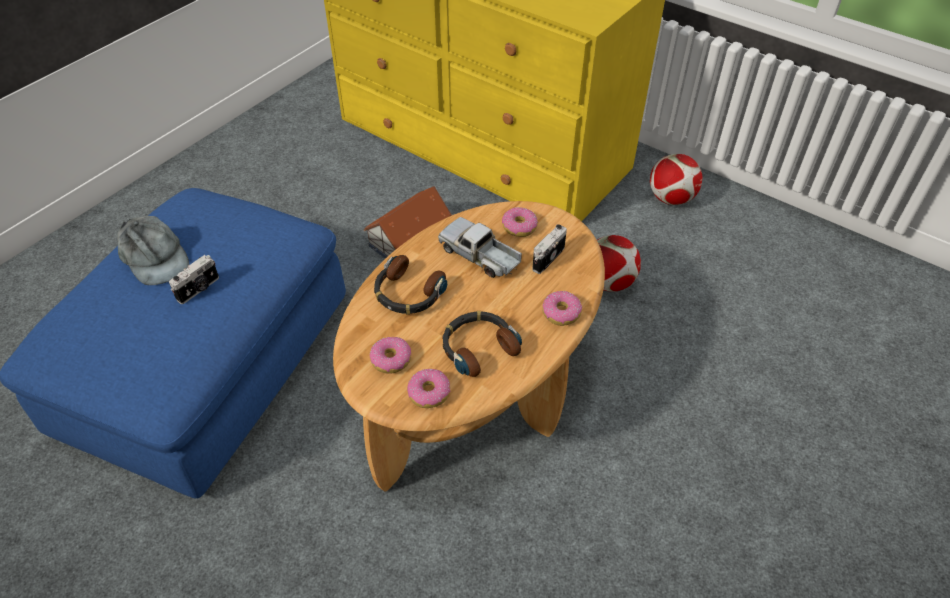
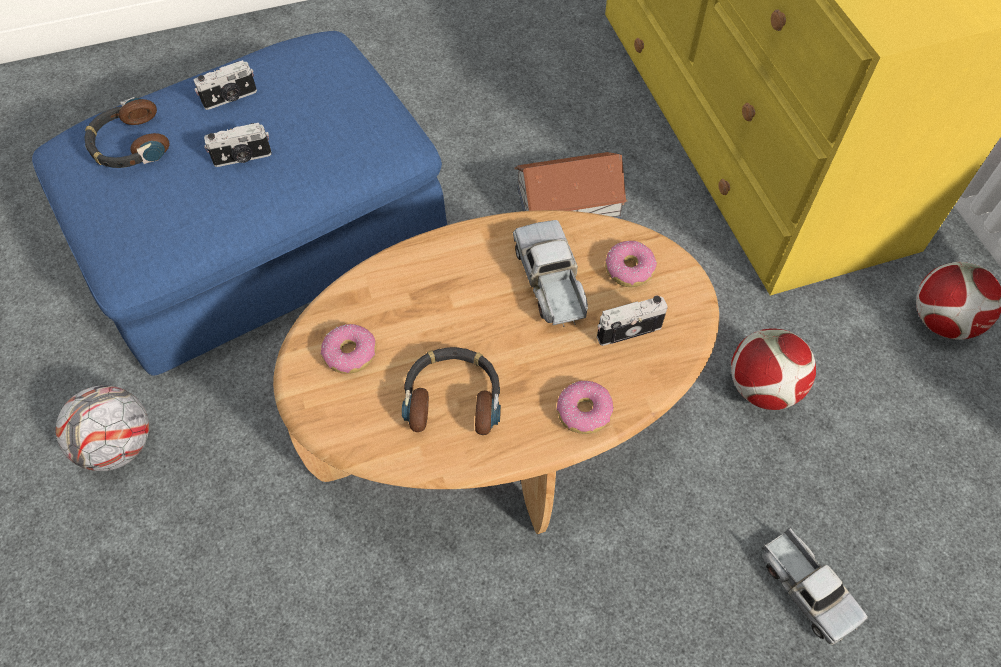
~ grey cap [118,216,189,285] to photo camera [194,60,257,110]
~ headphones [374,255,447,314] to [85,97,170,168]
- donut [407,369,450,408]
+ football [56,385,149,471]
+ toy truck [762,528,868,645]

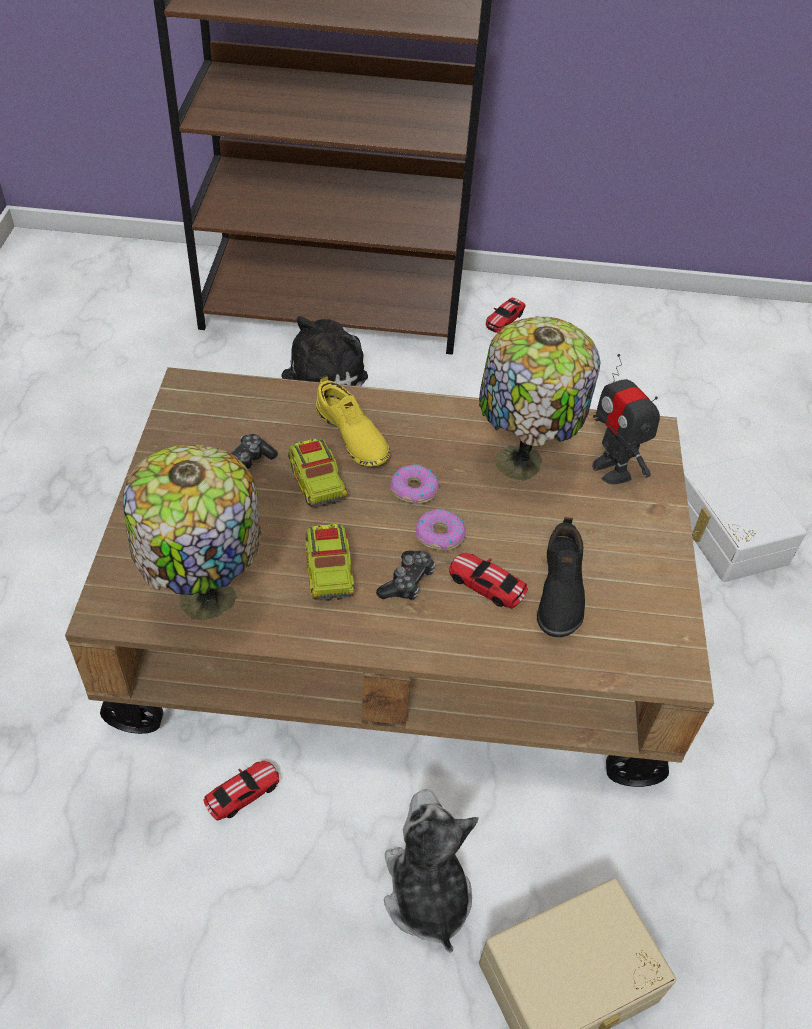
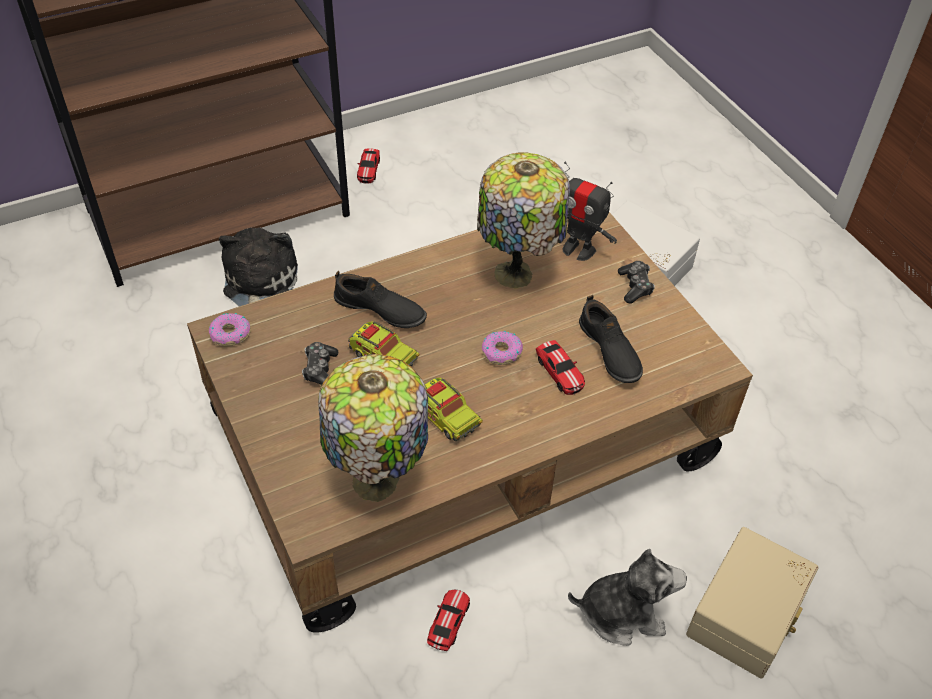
~ yellow shoe [316,375,390,467] to black shoe [334,271,427,328]
~ donut [390,464,439,504] to [209,313,251,346]
~ game controller [376,550,435,600] to [618,261,655,303]
~ toy car [449,553,528,609] = [536,340,585,395] 120 degrees counterclockwise
~ plush toy [384,789,479,953] = [568,549,687,646] 135 degrees clockwise

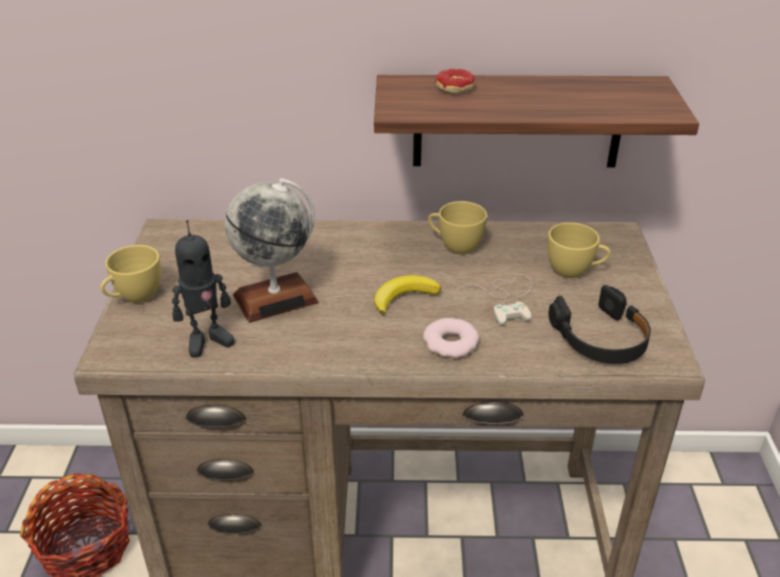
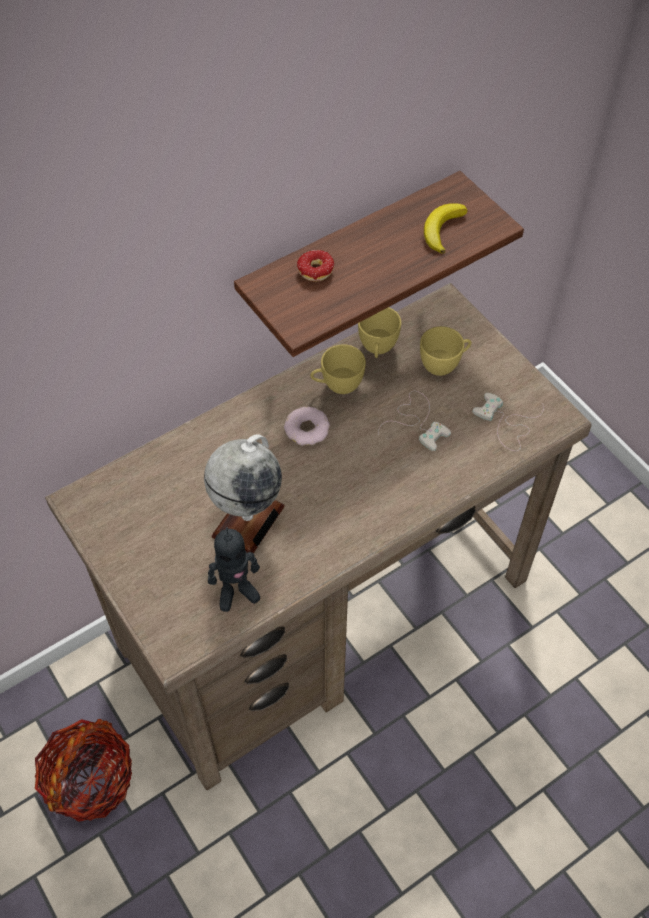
~ toy robot [172,220,235,357] = [208,527,260,612] 45 degrees clockwise
~ yellow cup [100,245,161,303] to [358,307,401,358]
~ banana [374,275,441,315] to [424,203,468,254]
~ black headphones [549,285,651,364] to white game controller [473,393,544,451]
~ donut [423,318,479,358] to [284,407,330,445]

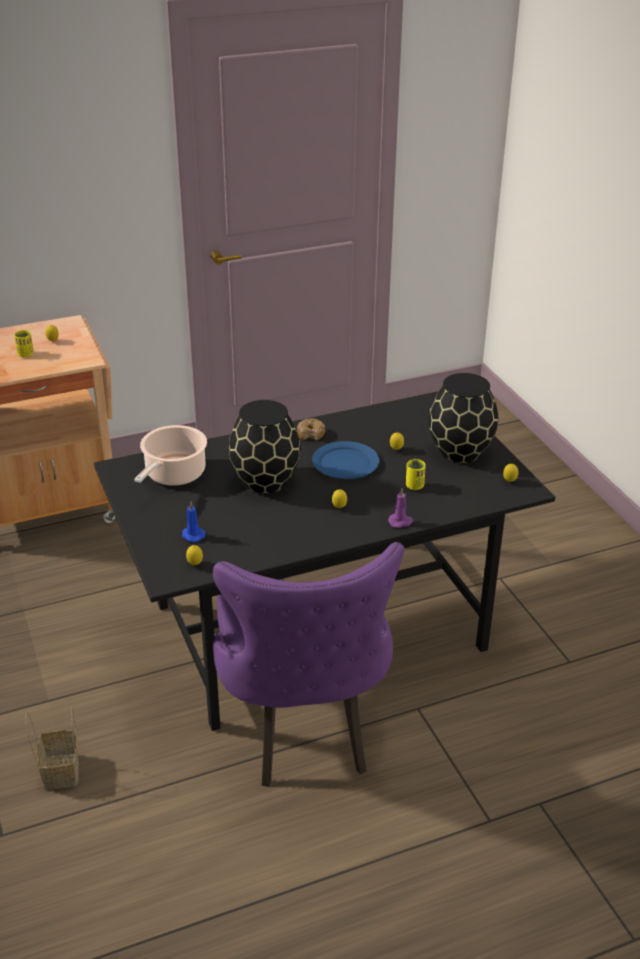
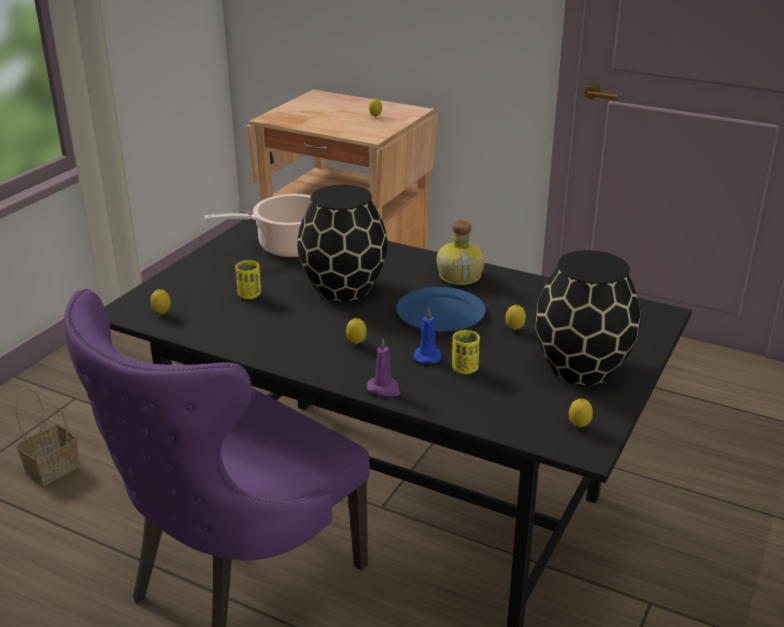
~ yellow cup [14,330,33,357] to [235,260,261,299]
~ donut [297,418,326,440] to bottle [436,220,485,285]
~ blue candle [182,502,206,542] to [413,308,442,363]

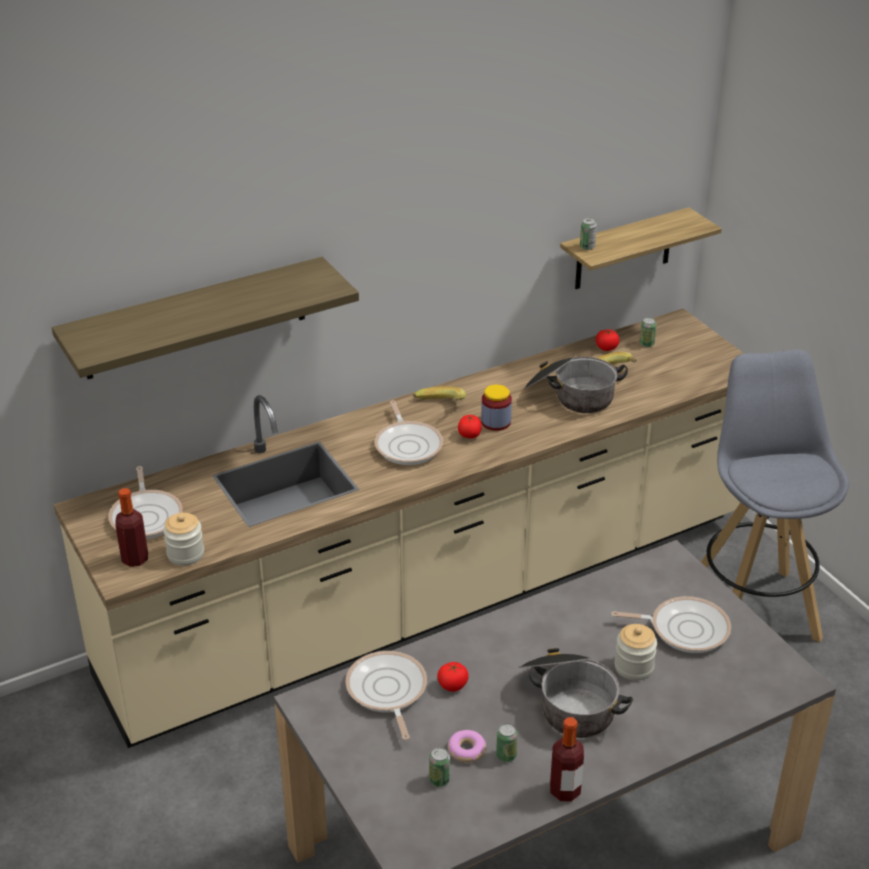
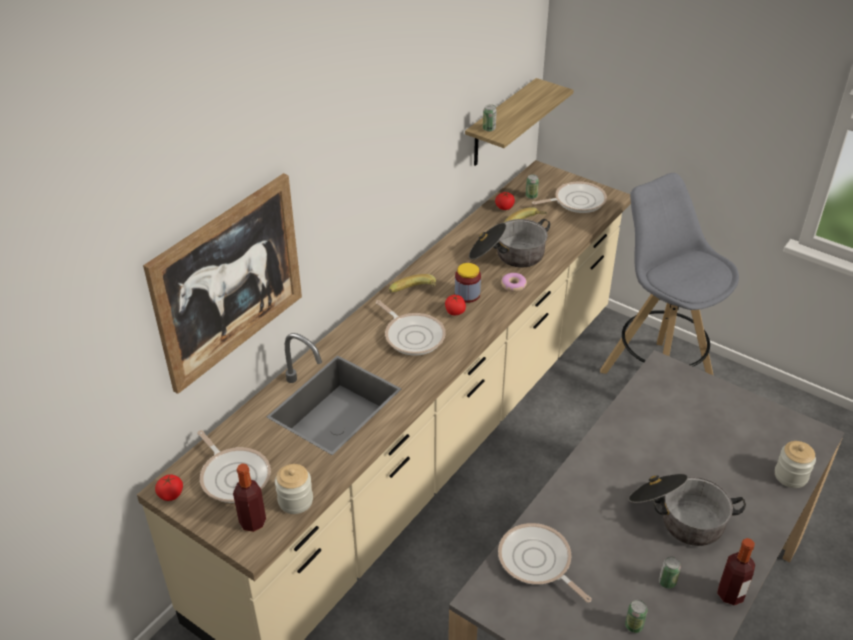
~ shelf [52,257,359,379] to picture [143,173,302,394]
~ frying pan [611,596,731,653] to [532,182,607,213]
~ jar [615,624,657,681] to [775,441,816,488]
~ tomato [437,662,469,692] to [155,474,183,501]
~ donut [448,730,486,763] to [501,273,527,292]

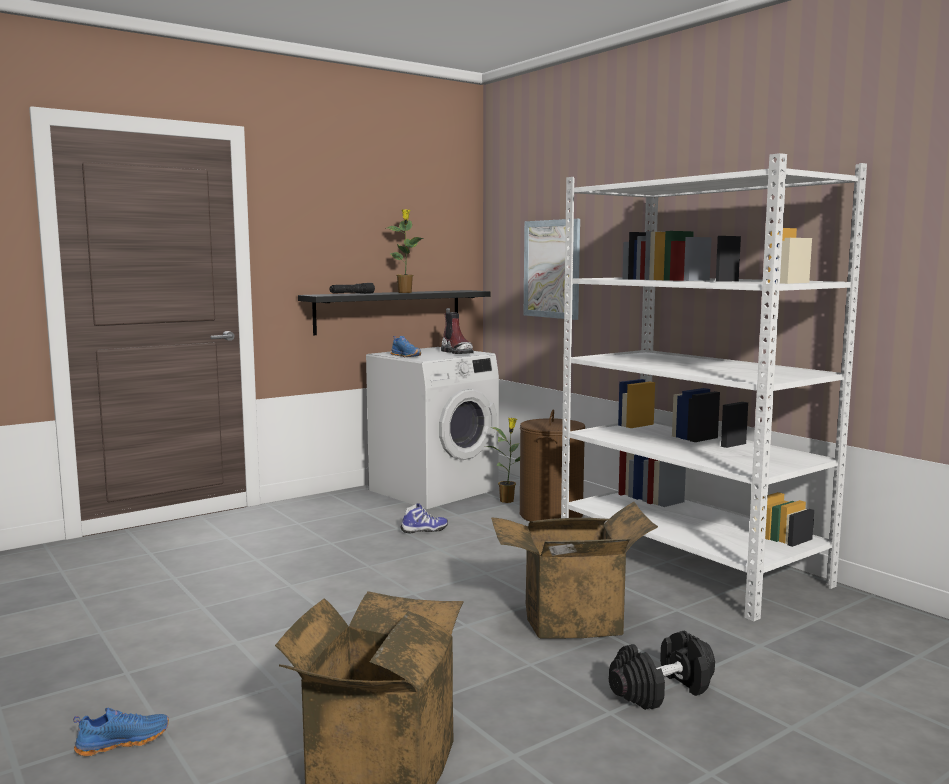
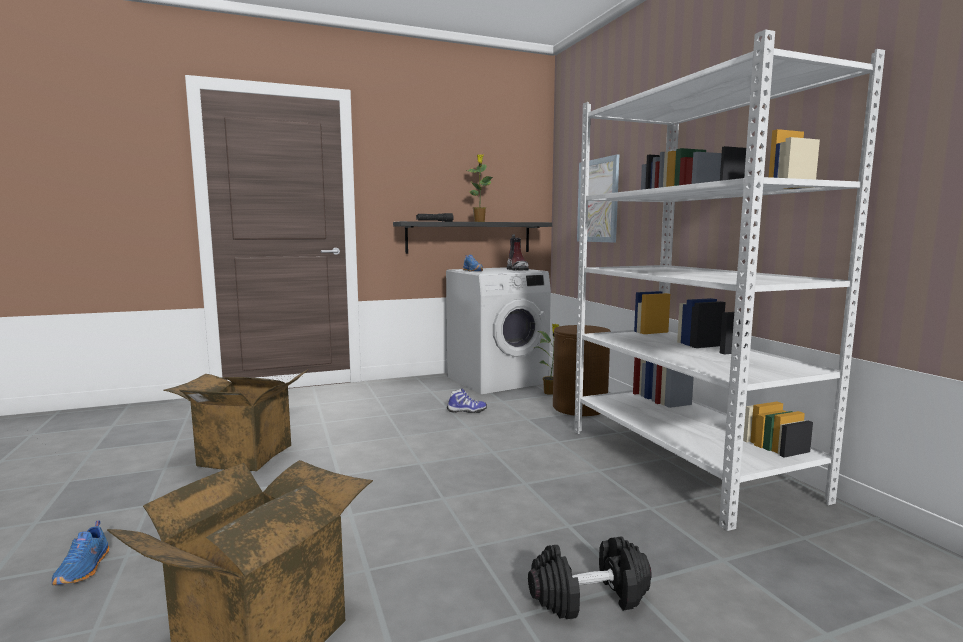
~ cardboard box [491,502,658,639] to [163,369,308,471]
~ blue shoe [73,707,169,756] = [52,520,109,585] 90 degrees clockwise

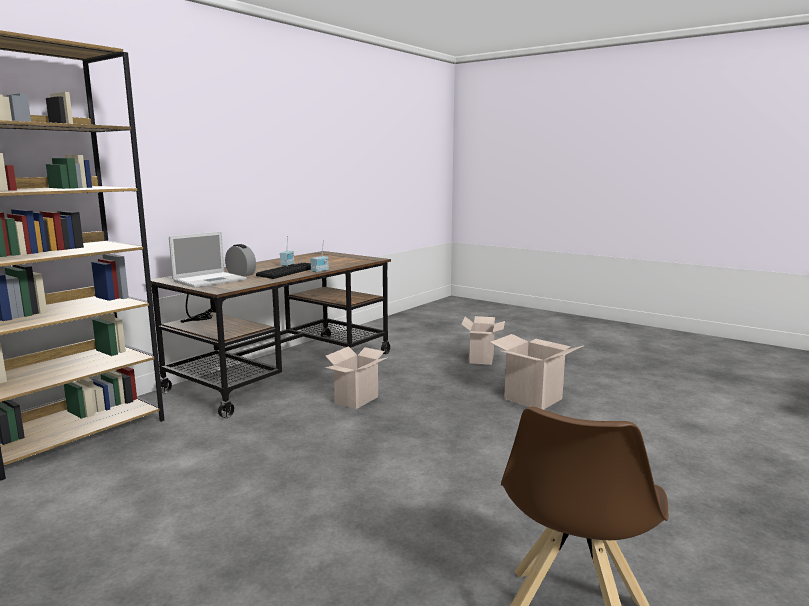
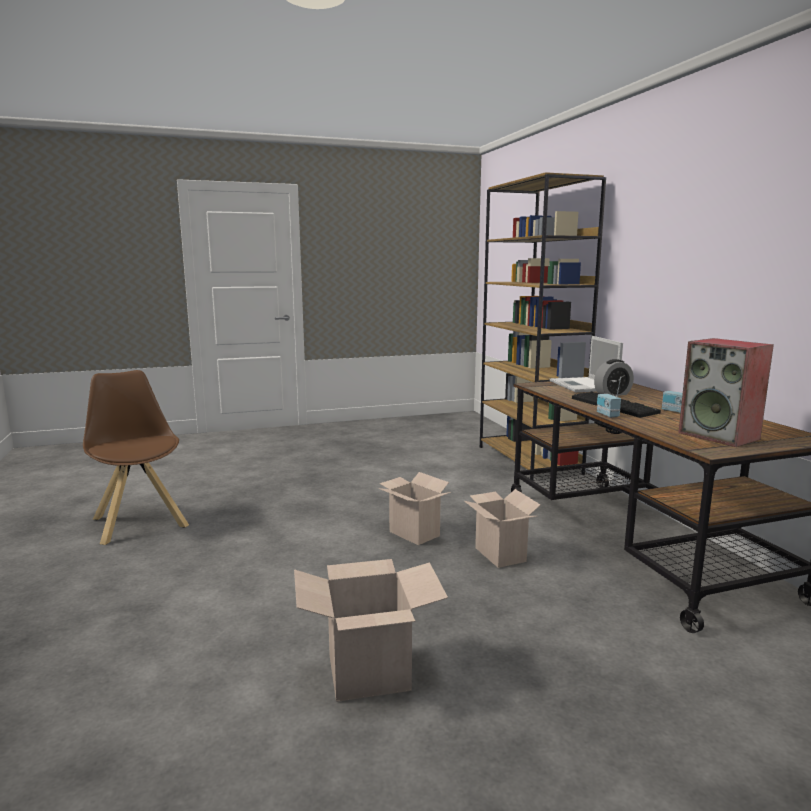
~ cardboard box [461,316,505,365] to [379,472,451,545]
+ speaker [678,338,774,447]

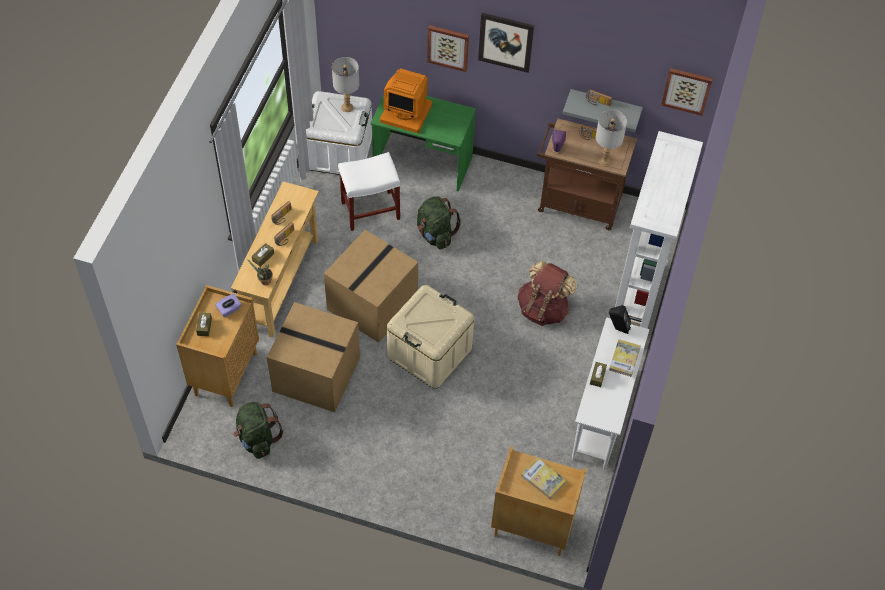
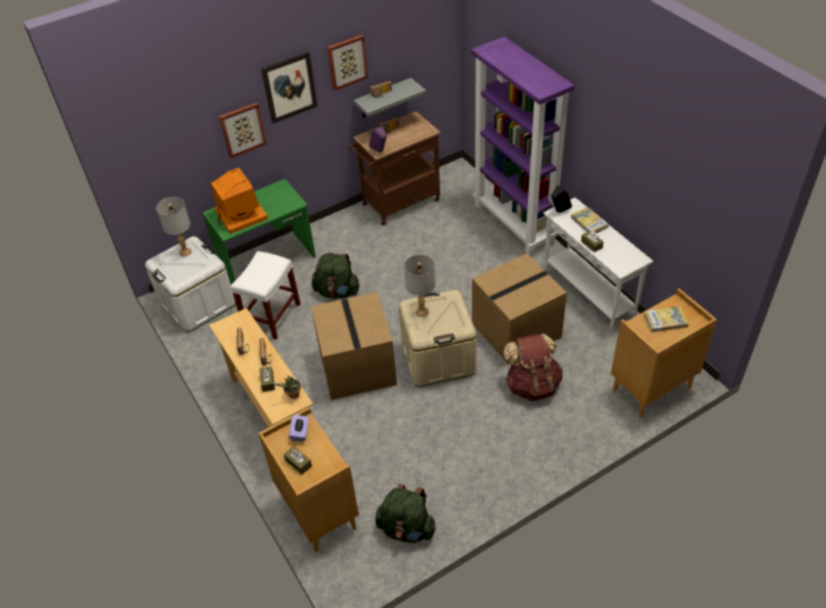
~ monitor [380,68,432,133] = [210,168,268,234] 90 degrees counterclockwise
~ picture [661,68,713,116] to [327,35,368,91]
~ grey table lamp [596,110,627,167] to [404,254,435,317]
~ white bookcase [615,131,703,329] to purple bookcase [471,36,574,255]
~ brown backpack [517,261,577,326] to [504,334,563,401]
~ cardboard box [267,302,360,412] to [472,253,567,364]

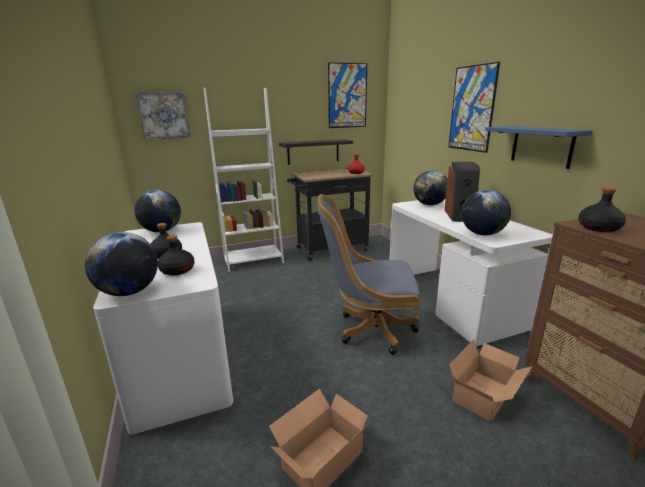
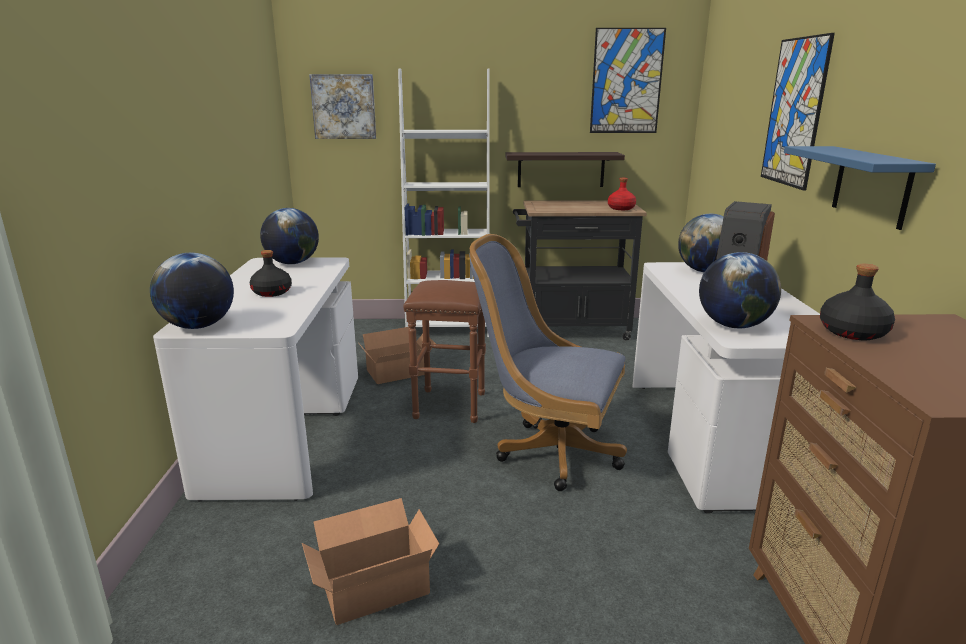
- black bottle [158,235,195,276]
~ cardboard box [449,339,532,422] to [360,327,436,384]
+ brown stool [403,280,486,423]

